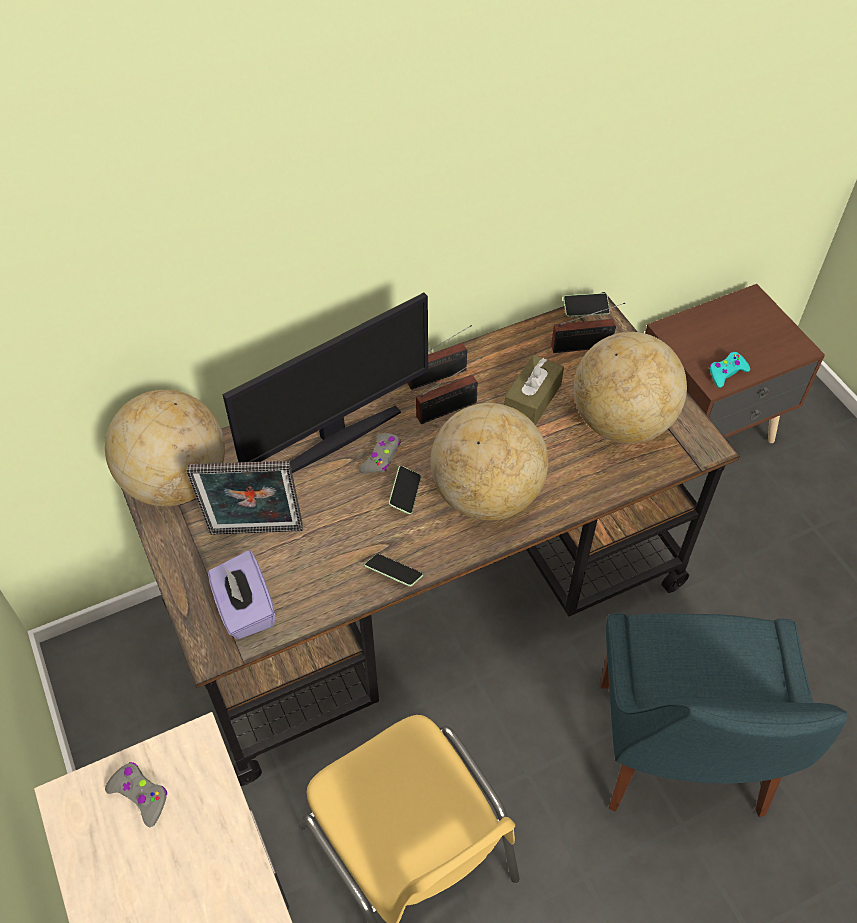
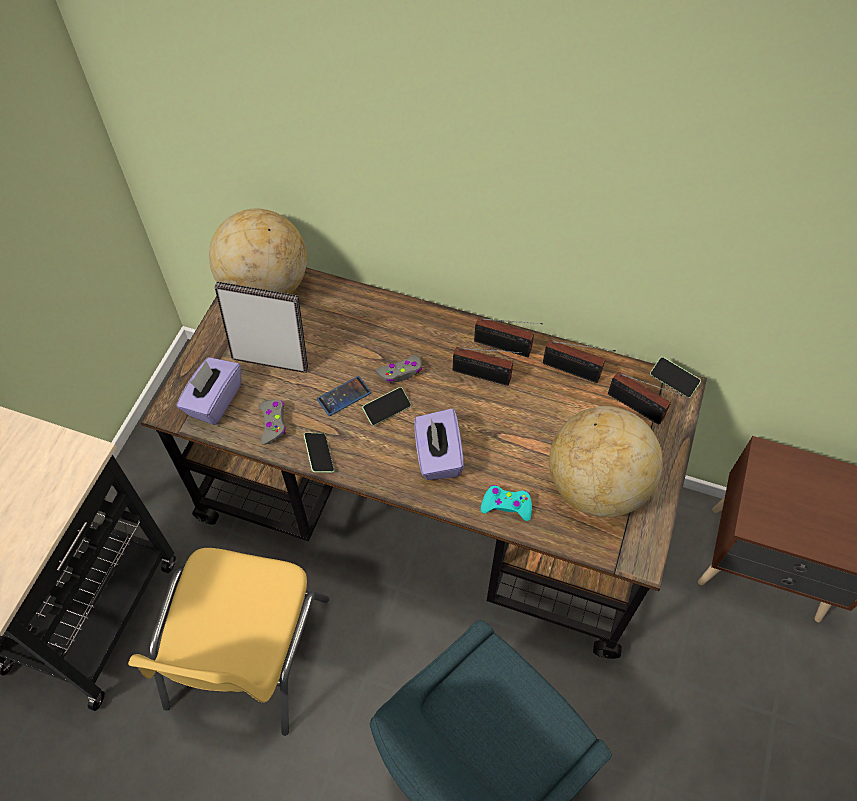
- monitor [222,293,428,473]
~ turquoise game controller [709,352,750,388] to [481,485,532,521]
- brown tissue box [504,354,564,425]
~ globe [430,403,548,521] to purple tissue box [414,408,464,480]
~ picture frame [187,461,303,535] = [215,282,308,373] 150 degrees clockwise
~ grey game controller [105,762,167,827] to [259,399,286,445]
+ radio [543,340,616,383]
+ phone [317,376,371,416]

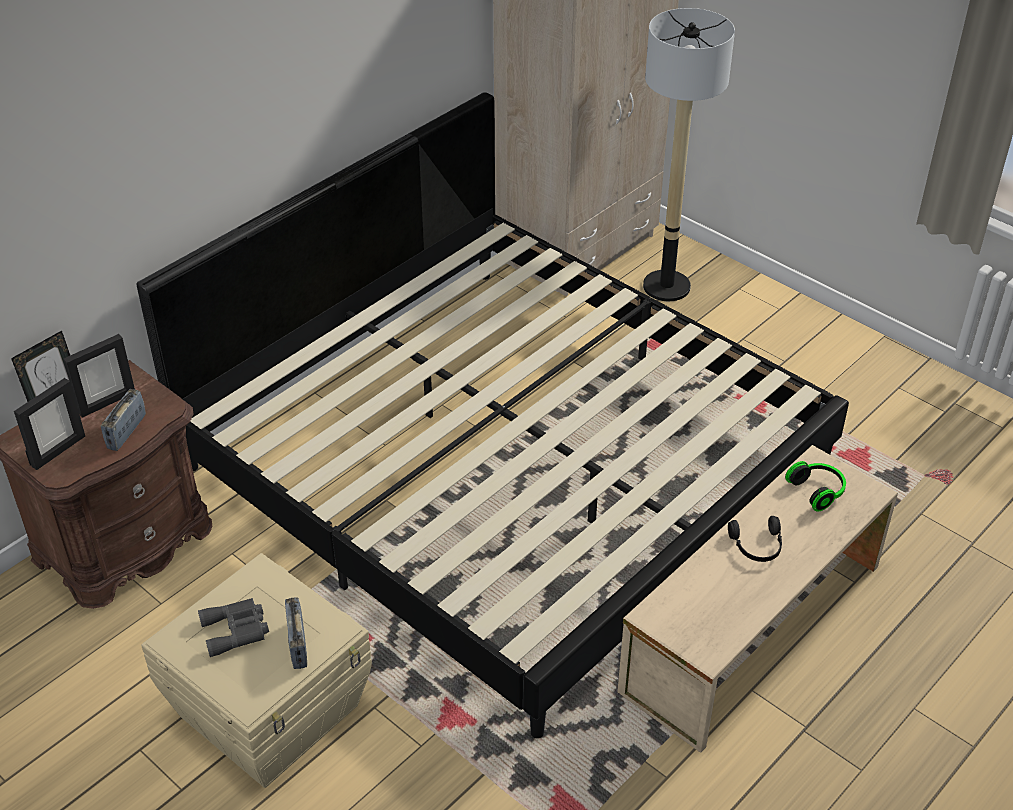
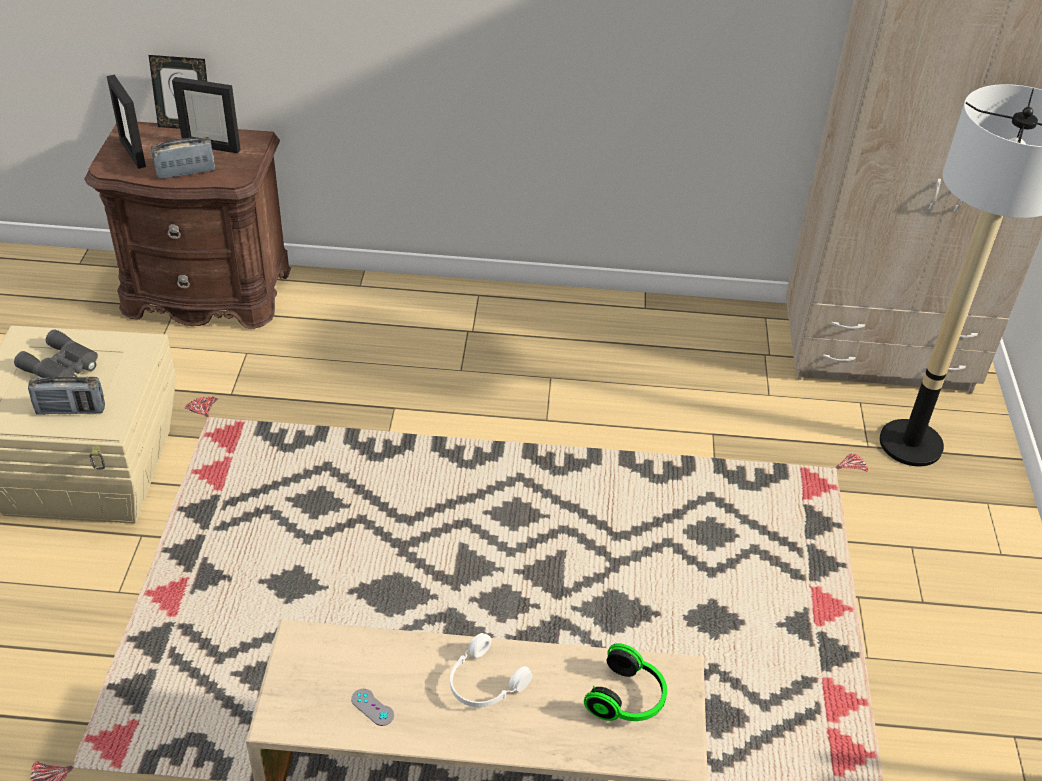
- bed [136,92,849,738]
~ picture frame [14,378,85,470] = [107,75,146,169] 60 degrees clockwise
~ black headphones [728,516,782,562] to white headphones [450,633,533,707]
~ radio [285,597,307,669] = [28,376,105,415] 135 degrees counterclockwise
+ grey game controller [351,689,394,726]

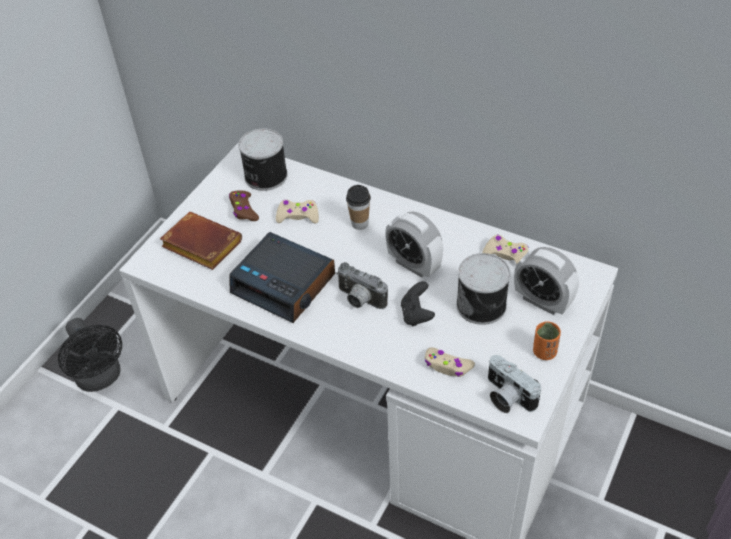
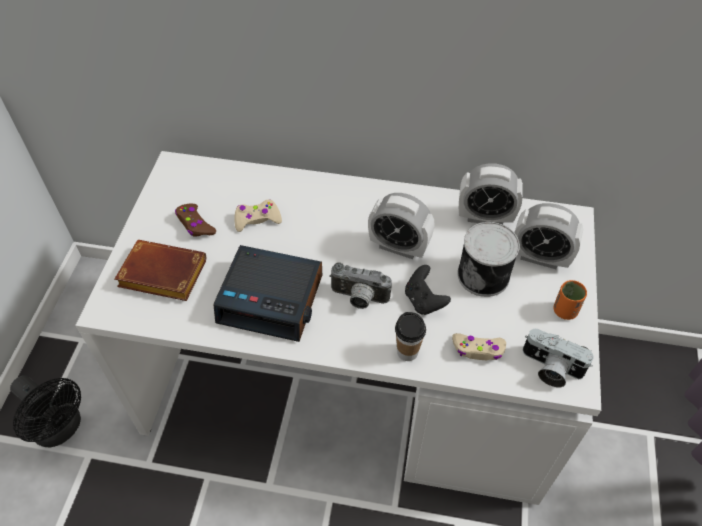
- can [239,128,288,191]
~ cup [346,185,371,230] to [395,312,426,361]
~ beige game controller [482,235,529,264] to alarm clock [459,163,523,225]

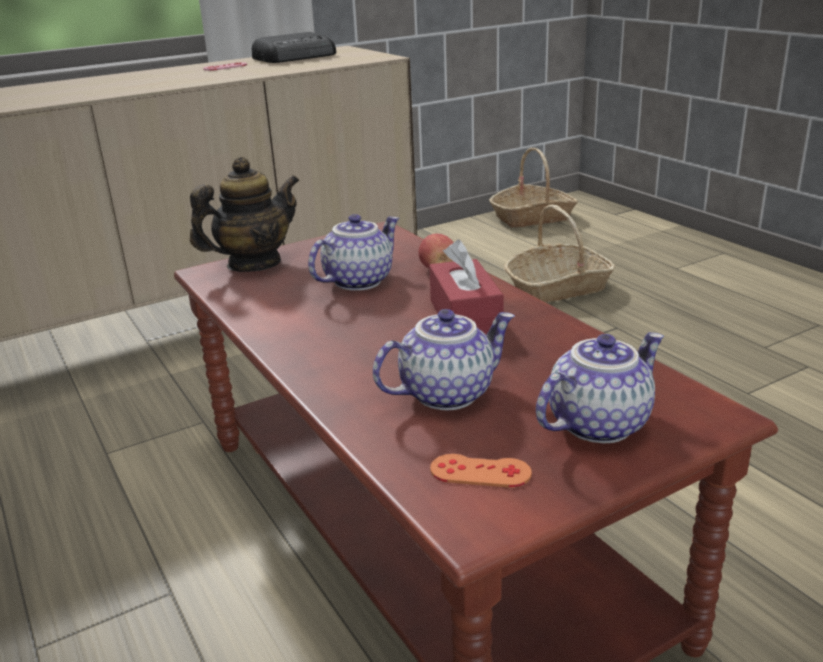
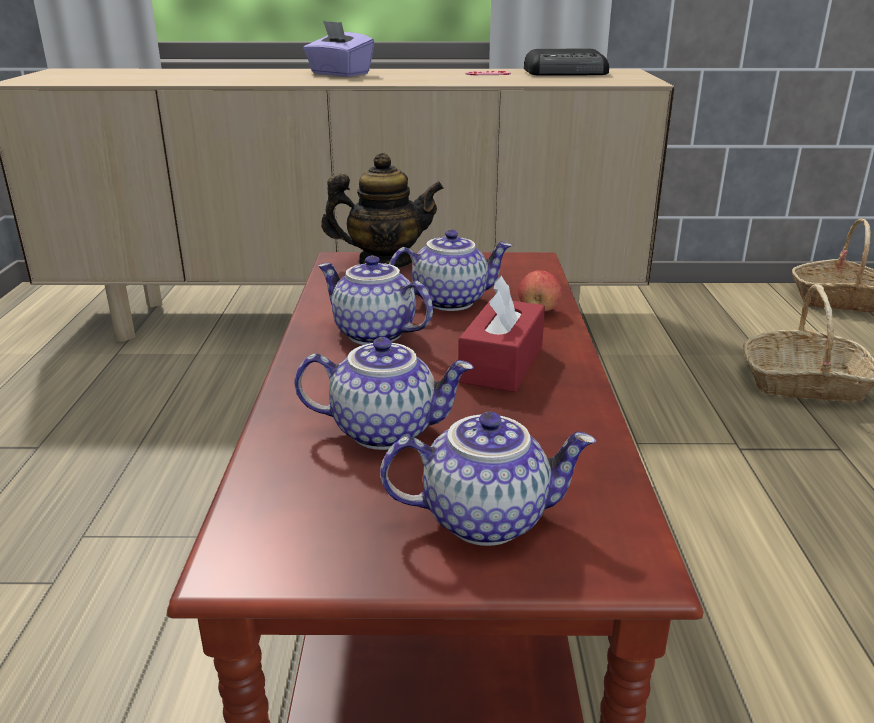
- orange game controller [430,454,532,487]
+ purple tissue box [303,21,374,77]
+ teapot [318,256,433,345]

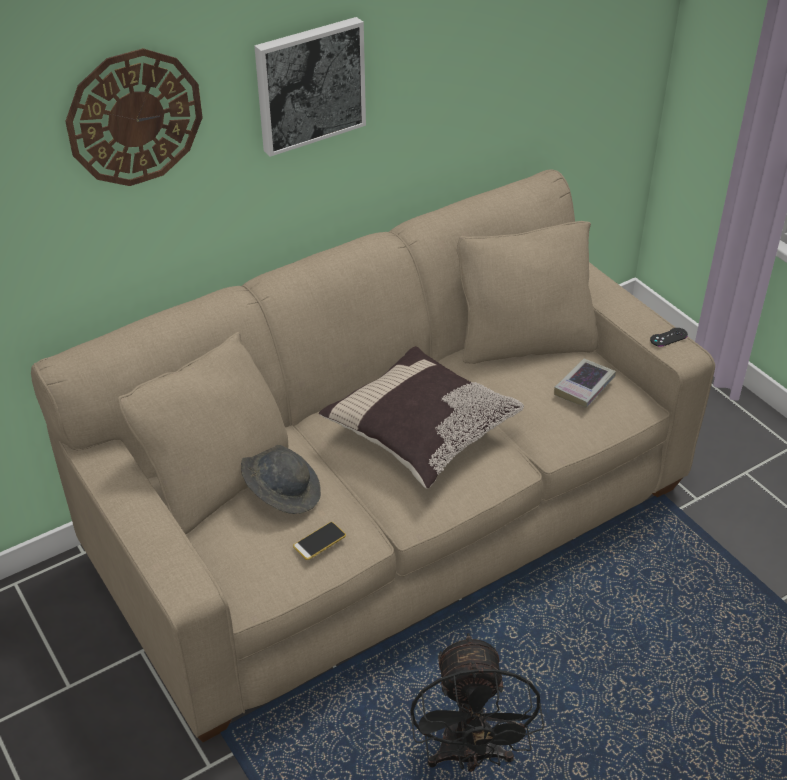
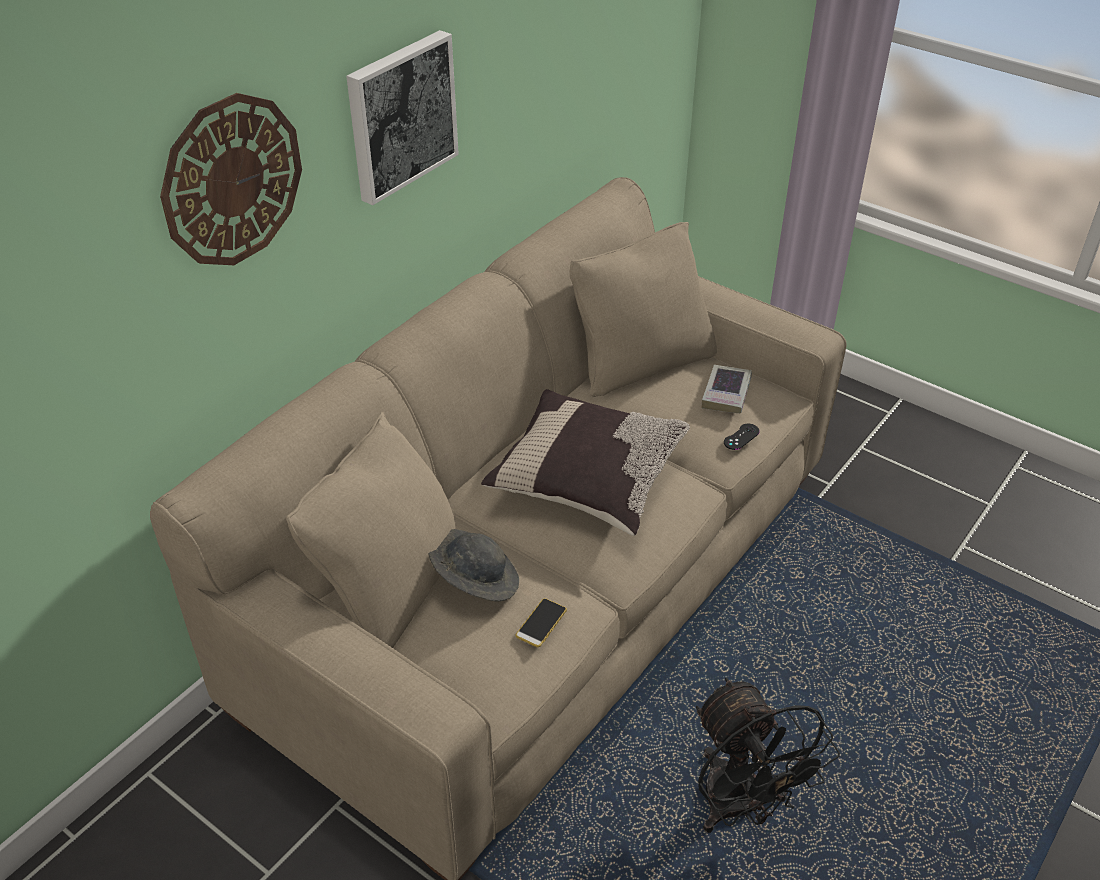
~ black game controller [650,328,688,347] to [724,424,759,450]

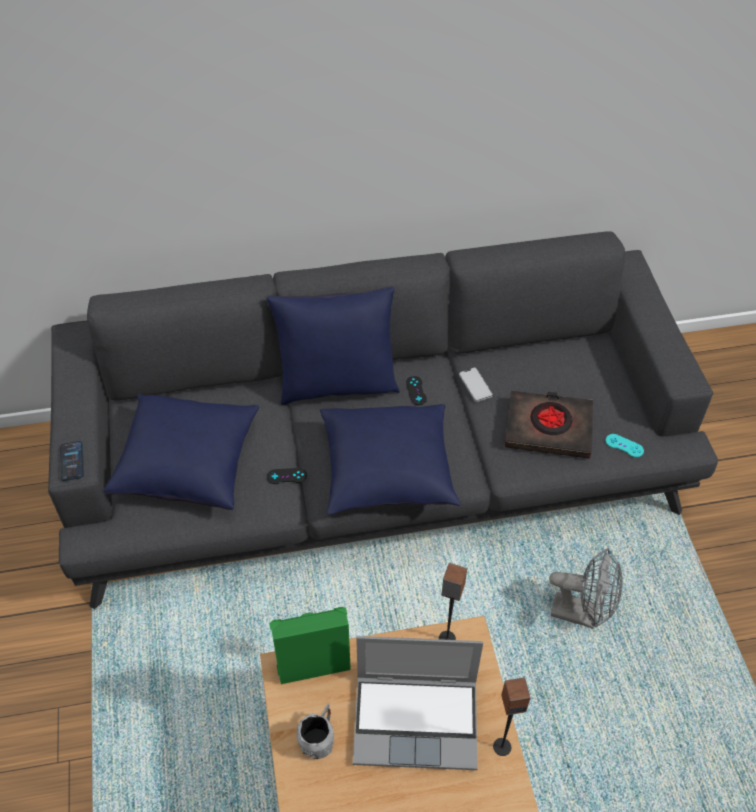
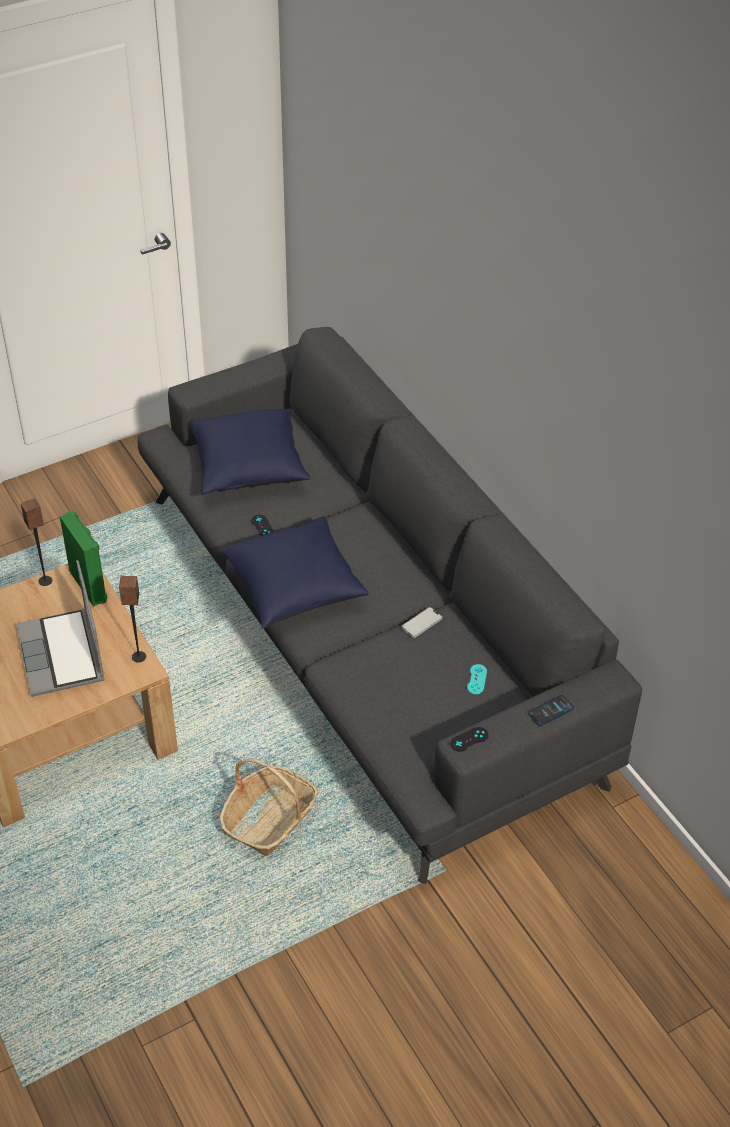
- blue pillow [267,287,400,405]
~ black game controller [406,376,427,405] to [450,727,489,752]
- black book [505,391,593,459]
~ turquoise game controller [606,434,644,457] to [467,664,487,694]
~ phone [60,441,84,481] to [528,695,574,726]
~ grey fan [549,548,623,629] to basket [220,758,318,856]
~ speaker [493,677,530,756] to [21,498,52,586]
- grey mug [296,703,334,759]

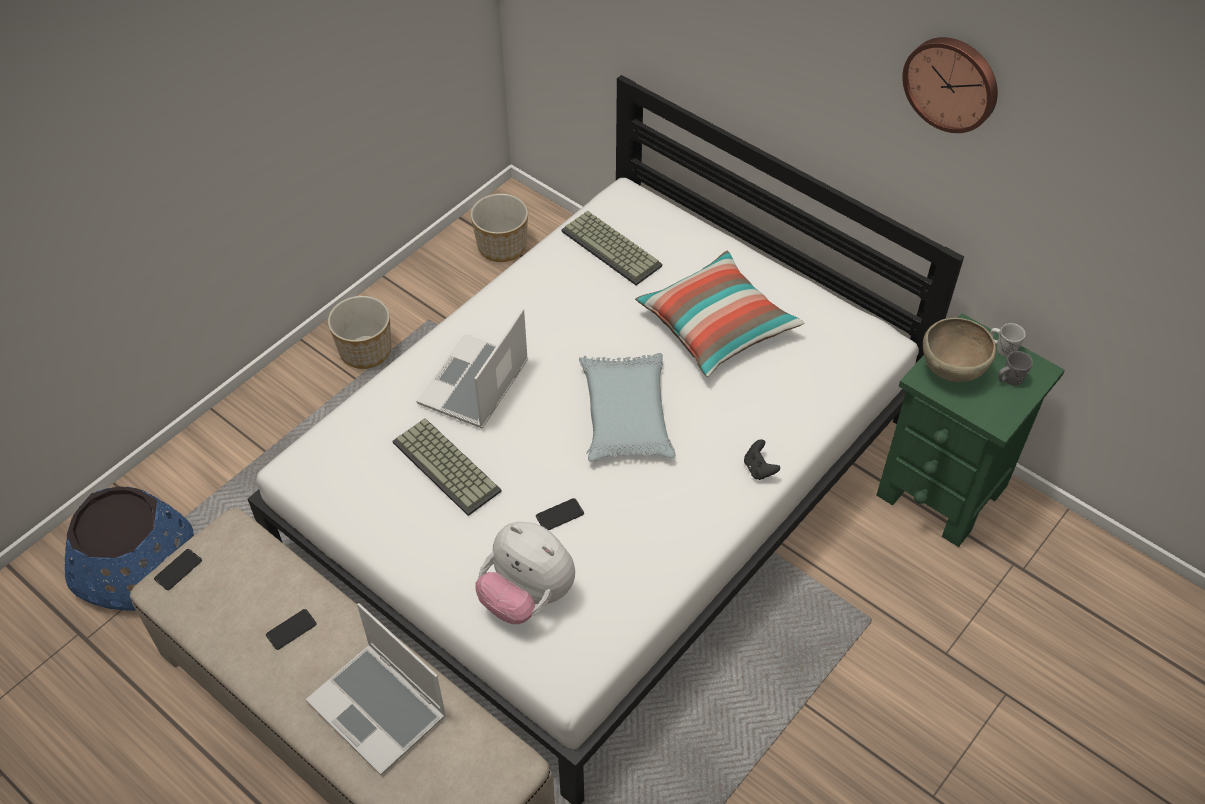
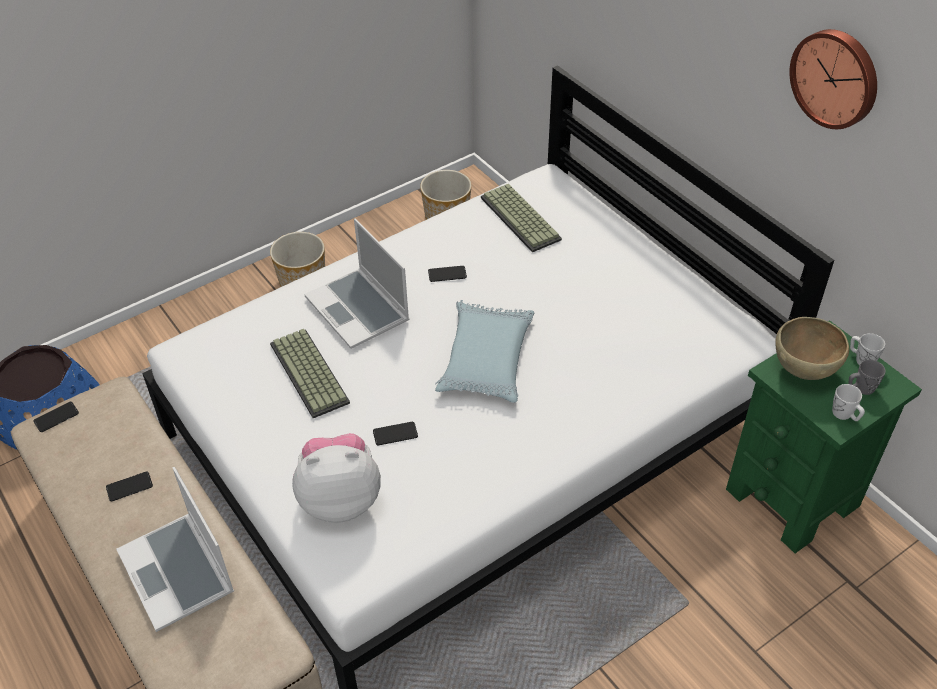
- pillow [635,251,804,377]
~ laptop [416,308,528,429] = [304,219,409,349] 75 degrees counterclockwise
- black game controller [744,439,780,480]
~ plush toy [475,522,575,624] = [292,433,381,523] 120 degrees clockwise
+ phone [428,266,467,282]
+ white mug [832,384,865,421]

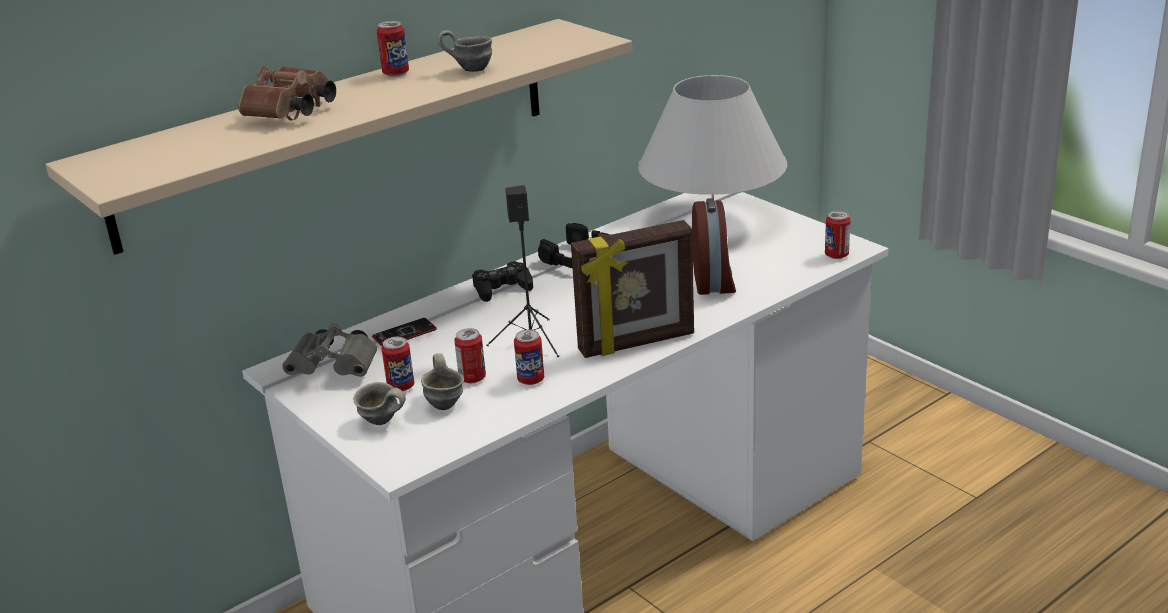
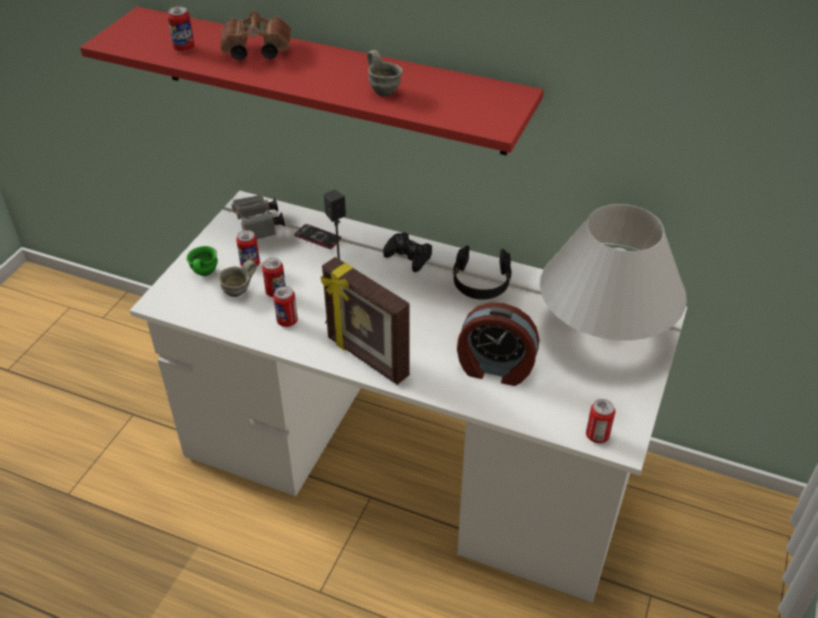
~ beige shelf [46,19,632,255] to red shelf [80,7,544,155]
~ can [377,21,409,77] to [167,6,195,52]
~ alarm clock [692,198,736,295] = [457,302,539,386] 45 degrees clockwise
~ grey mug [353,382,406,425] to green mug [186,246,218,276]

